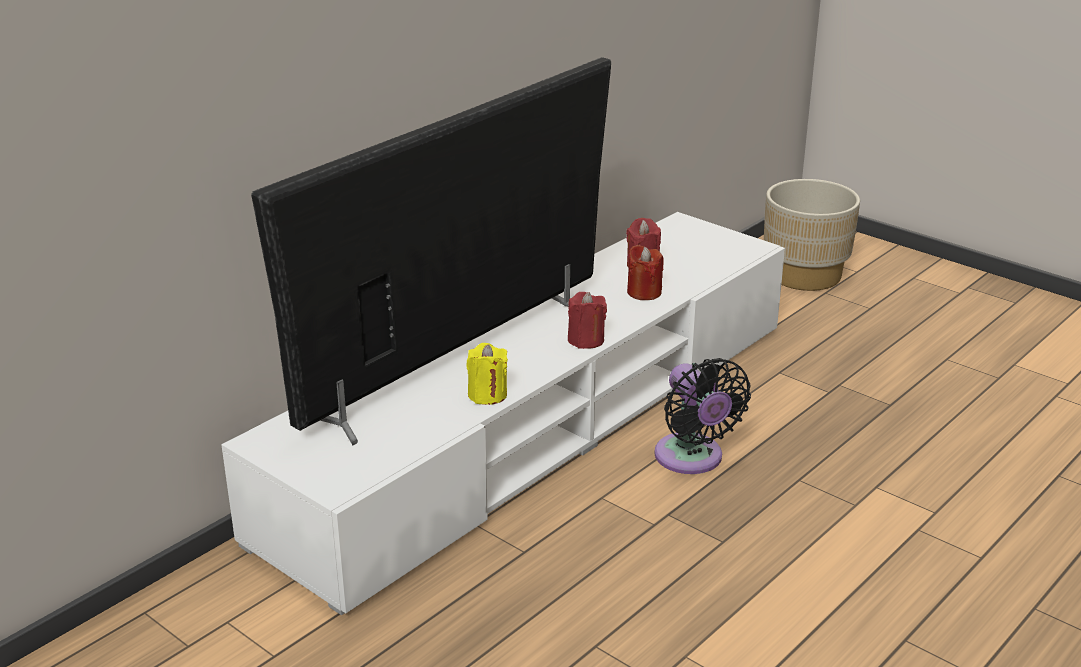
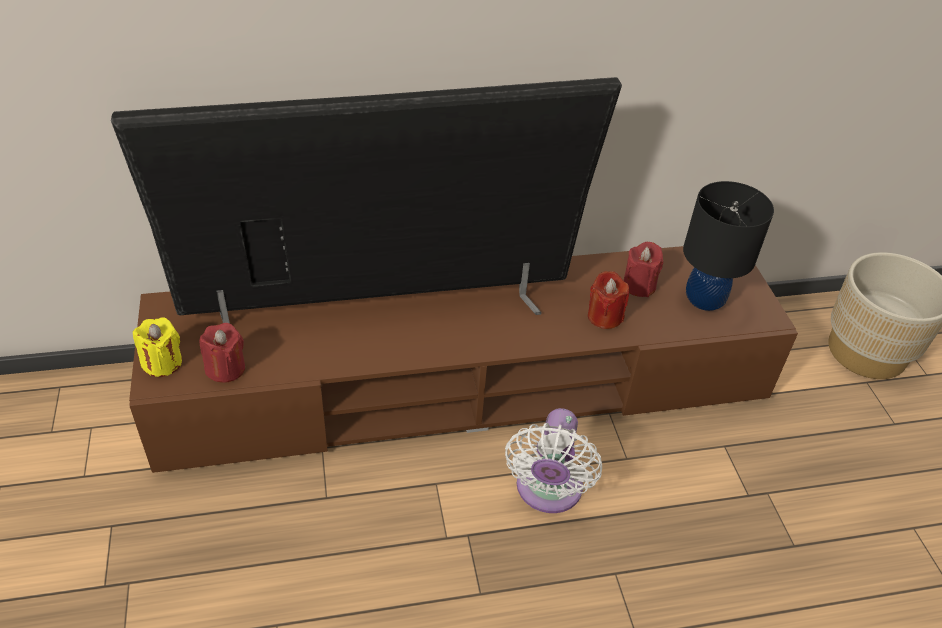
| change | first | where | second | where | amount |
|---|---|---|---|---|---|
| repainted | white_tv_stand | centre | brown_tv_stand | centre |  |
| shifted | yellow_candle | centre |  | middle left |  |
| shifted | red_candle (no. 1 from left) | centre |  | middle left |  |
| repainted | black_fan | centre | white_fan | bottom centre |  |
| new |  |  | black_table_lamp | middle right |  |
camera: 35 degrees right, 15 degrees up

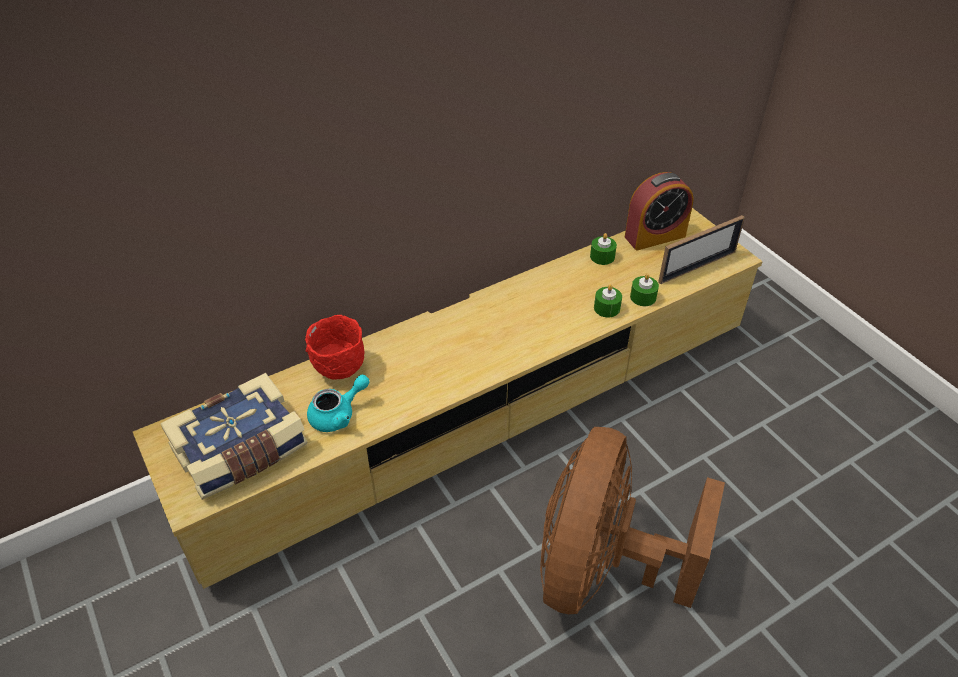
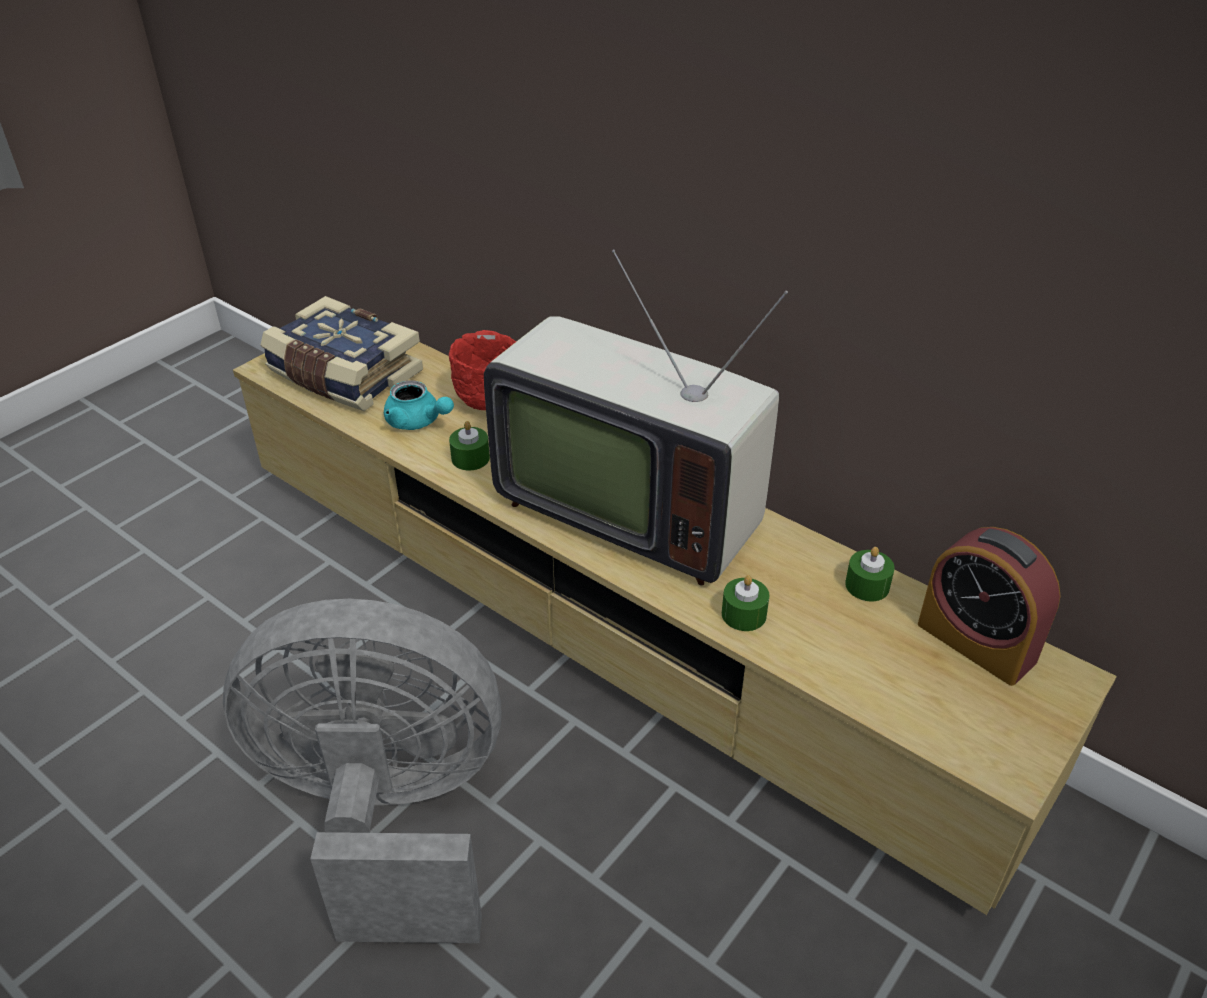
| change | first | where | second | where | amount |
|---|---|---|---|---|---|
| repainted | brown_fan | bottom centre | grey_fan | bottom left |  |
| shifted | green_candle (no. 3 from left in the first image) | middle right | green_candle (no. 1 from left) | centre |  |
| gone | picture_frame | middle right |  |  |  |
| new |  |  | television | centre |  |
camera: 70 degrees right, 5 degrees down

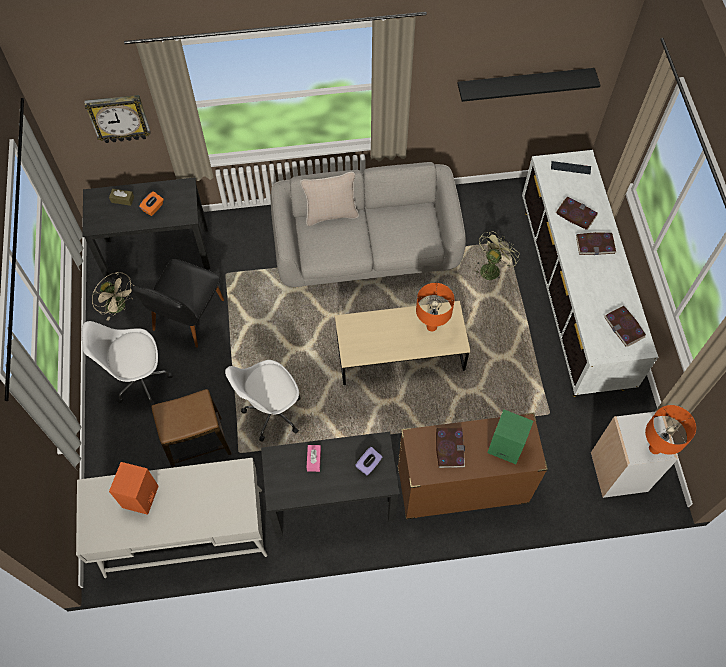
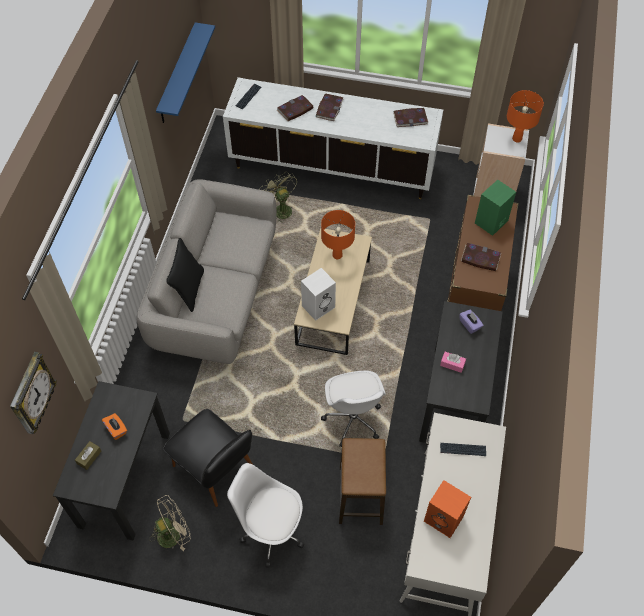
| change | first | where | second | where | amount |
|---|---|---|---|---|---|
| rotated | white_office_chair (no. 1 from left) | middle left |  | bottom centre | 105 degrees clockwise |
| repainted | beige_pillow | top centre | black_pillow | middle left |  |
| repainted | black_shelf | top right | blue_shelf | top left |  |
| new |  |  | white_speaker | centre |  |
| new |  |  | keyboard (no. 2 from left) | bottom right |  |
camera: 70 degrees left, 5 degrees down

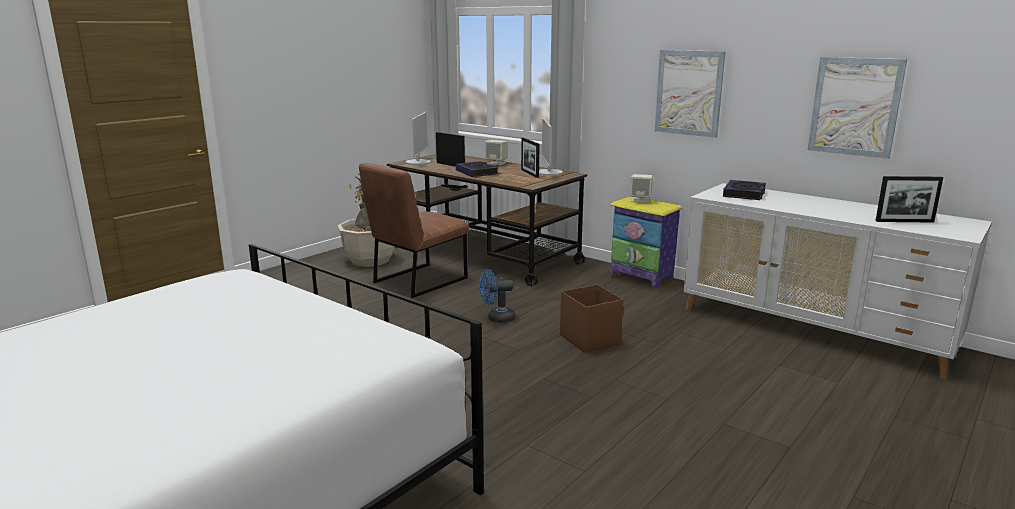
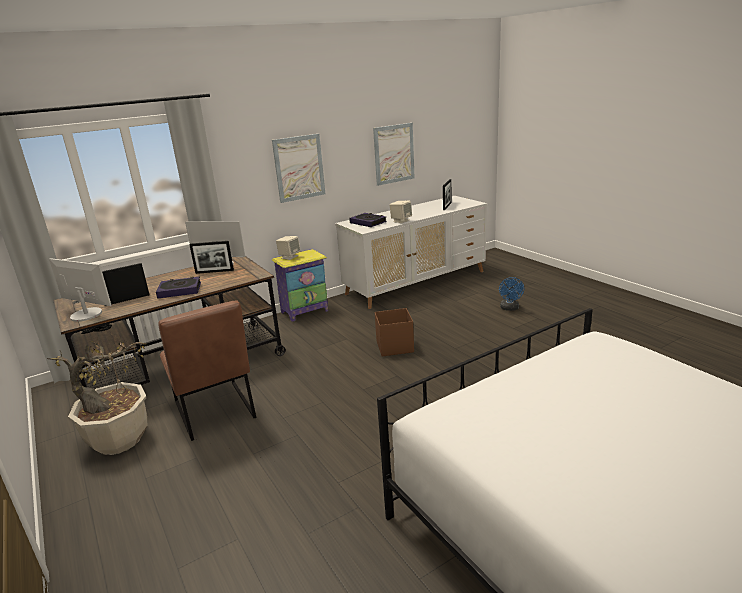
| change | first | where | second | where | amount |
|---|---|---|---|---|---|
| shifted | blue_fan | centre |  | middle right |  |
| shifted | beige_speaker (no. 1 from left in the first image) | top centre | beige_speaker (no. 2 from left) | centre |  |
camera: 70 degrees left, 5 degrees up

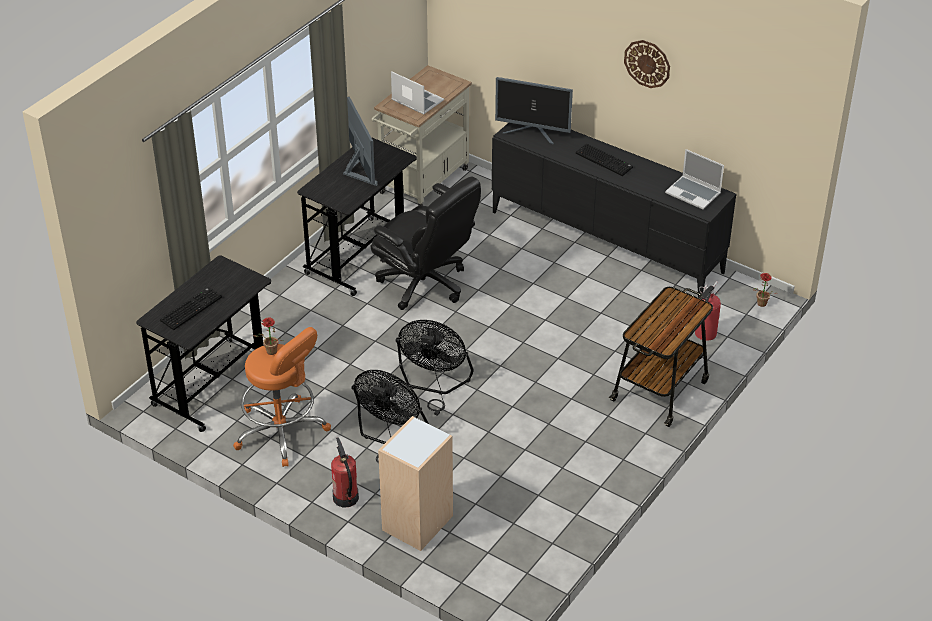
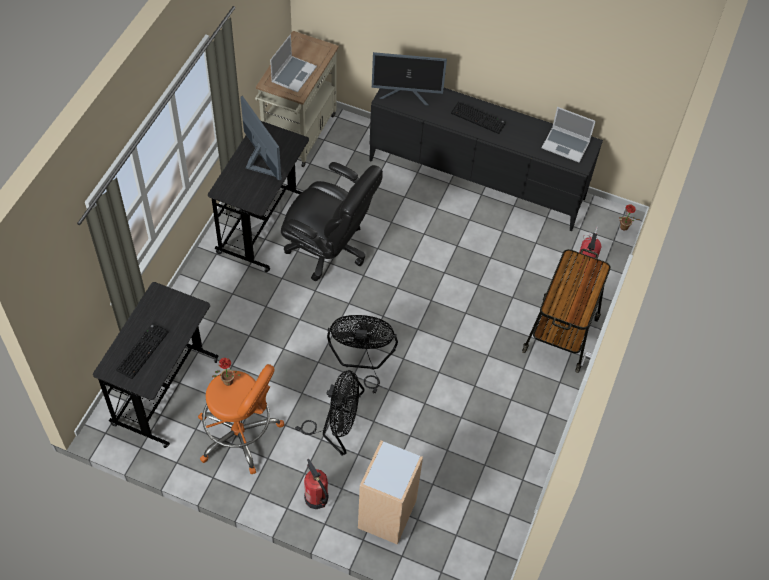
| change | first | where | second | where | amount |
|---|---|---|---|---|---|
| rotated | black_fan (no. 1 from left) | bottom centre |  | bottom centre | 90 degrees clockwise |
| rotated | laptop (no. 1 from left) | top centre |  | top centre | 90 degrees clockwise |
| gone | wall_clock | top right |  |  |  |
camera: 15 degrees left, 15 degrees up

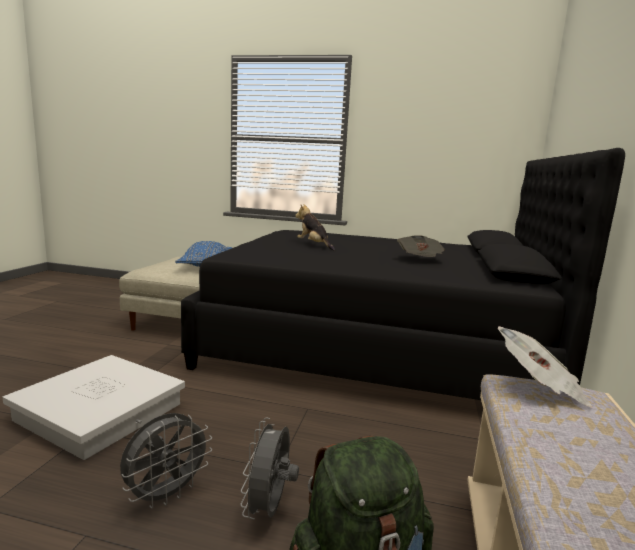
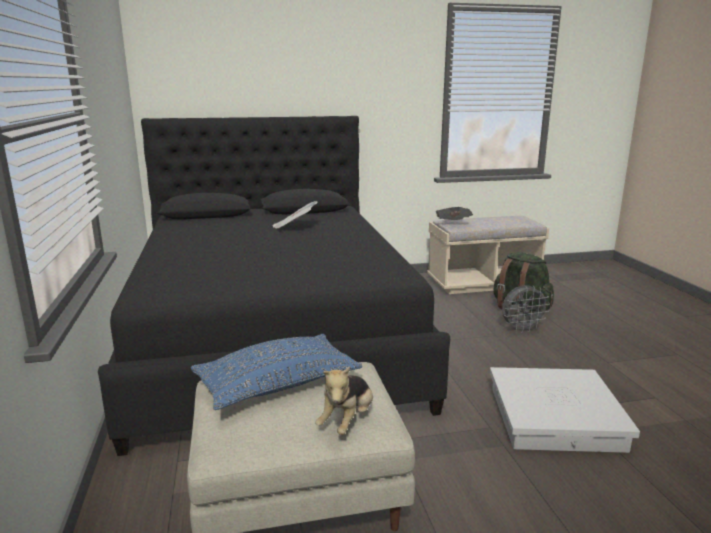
| change | first | where | second | where | amount |
|---|---|---|---|---|---|
| gone | grey_fan (no. 1 from left) | bottom left |  |  |  |
| shifted | plush_toy | centre |  | bottom centre |  |
camera: 115 degrees left, 5 degrees up

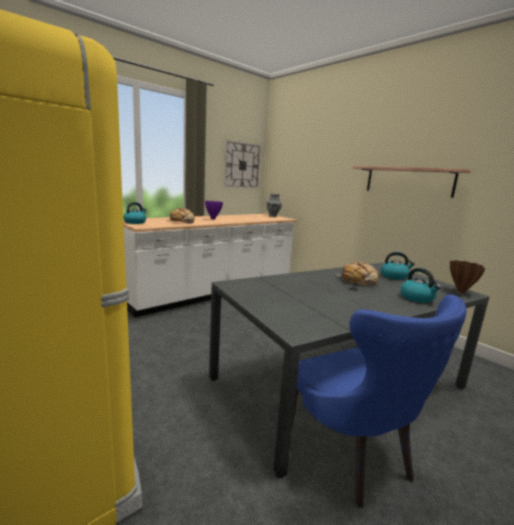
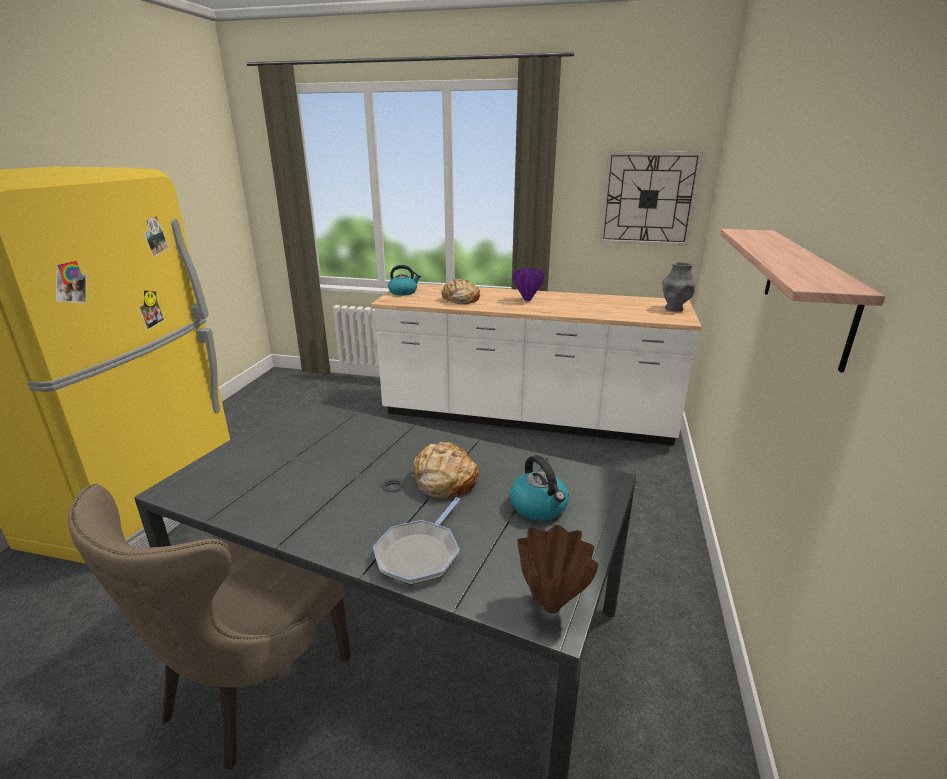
| change | first | where | second | where | amount |
|---|---|---|---|---|---|
| repainted | blue_chair | bottom right | beige_chair | bottom left |  |
| swapped | kettle (no. 3 from left) | middle right | frying_pan | bottom centre |  |
camera: 55 degrees right, 10 degrees up

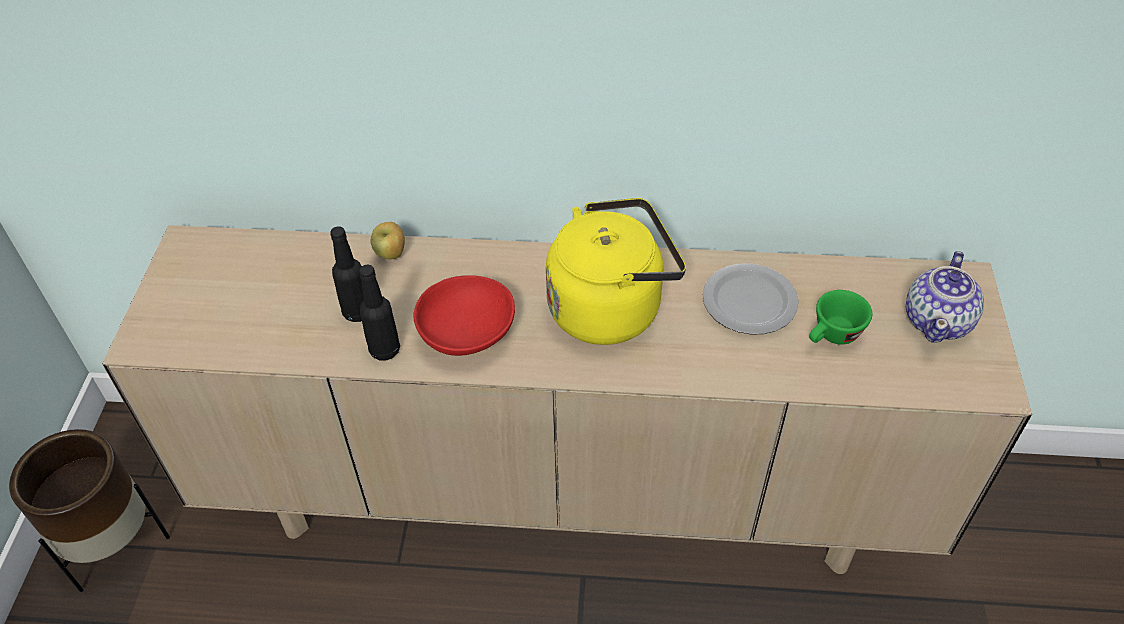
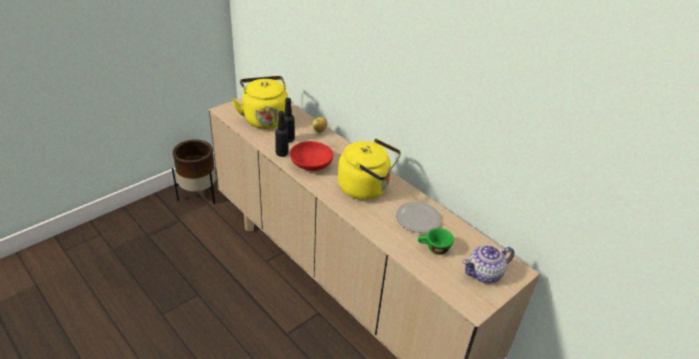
| change | first | where | second | where | amount |
|---|---|---|---|---|---|
| new |  |  | yellow_kettle (no. 1 from left) | top centre |  |
camera: 40 degrees right, 10 degrees down

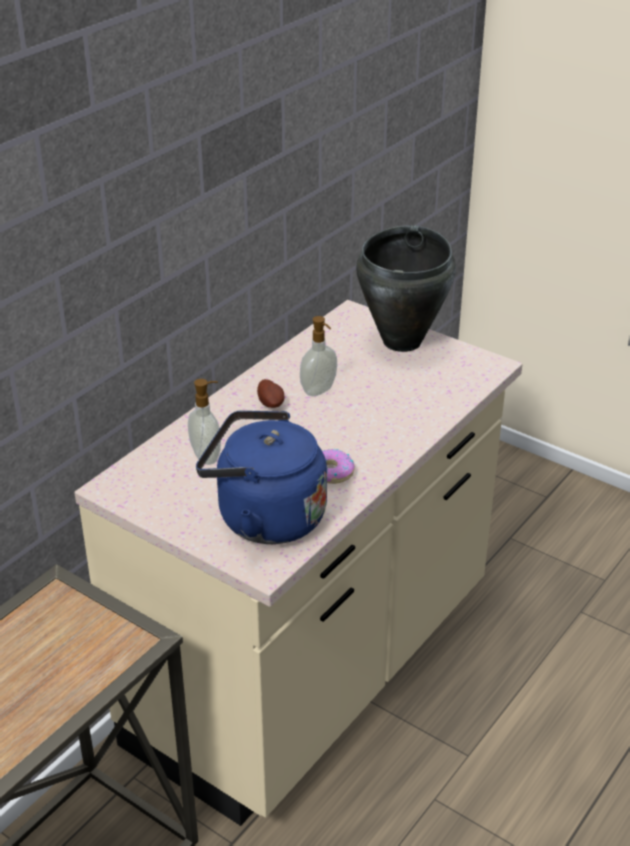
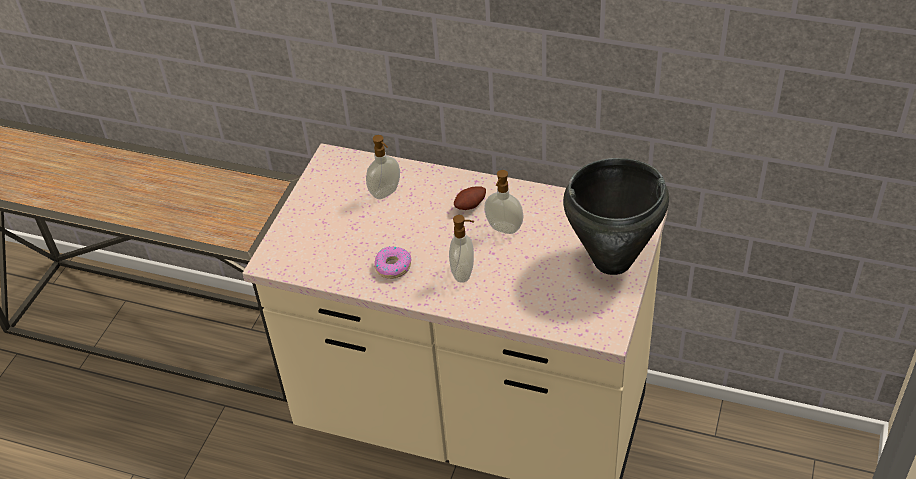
| change | first | where | second | where | amount |
|---|---|---|---|---|---|
| gone | blue_kettle | centre |  |  |  |
| new |  |  | soap_dispenser (no. 2 from left) | centre |  |
camera: 75 degrees right, 10 degrees up

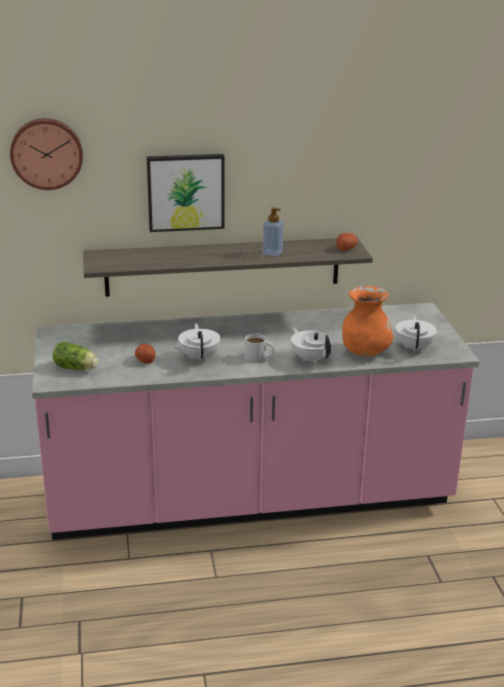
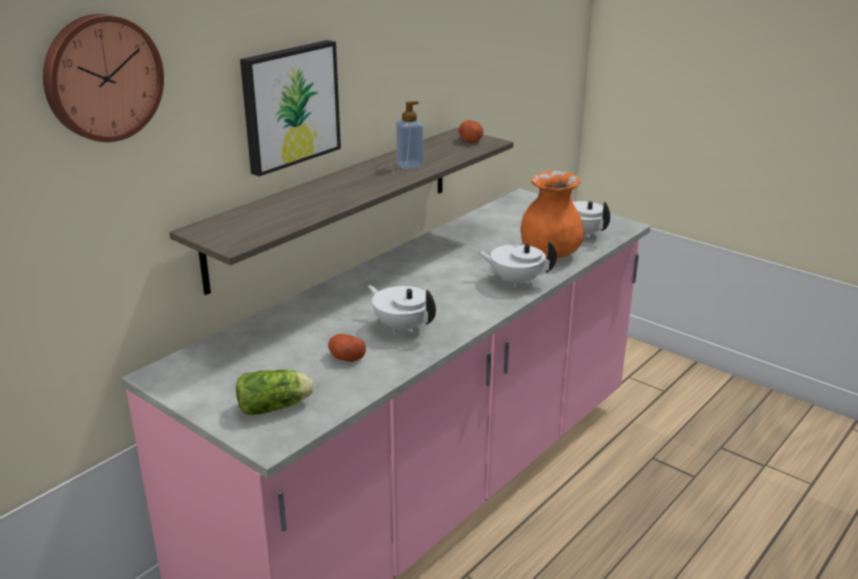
| change | first | where | second | where | amount |
|---|---|---|---|---|---|
| gone | white_mug | centre |  |  |  |
camera: 40 degrees left, 0 degrees up

